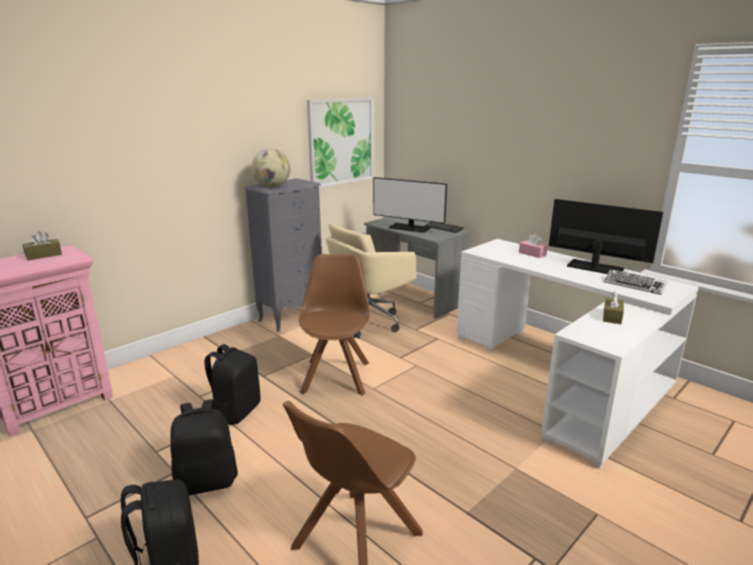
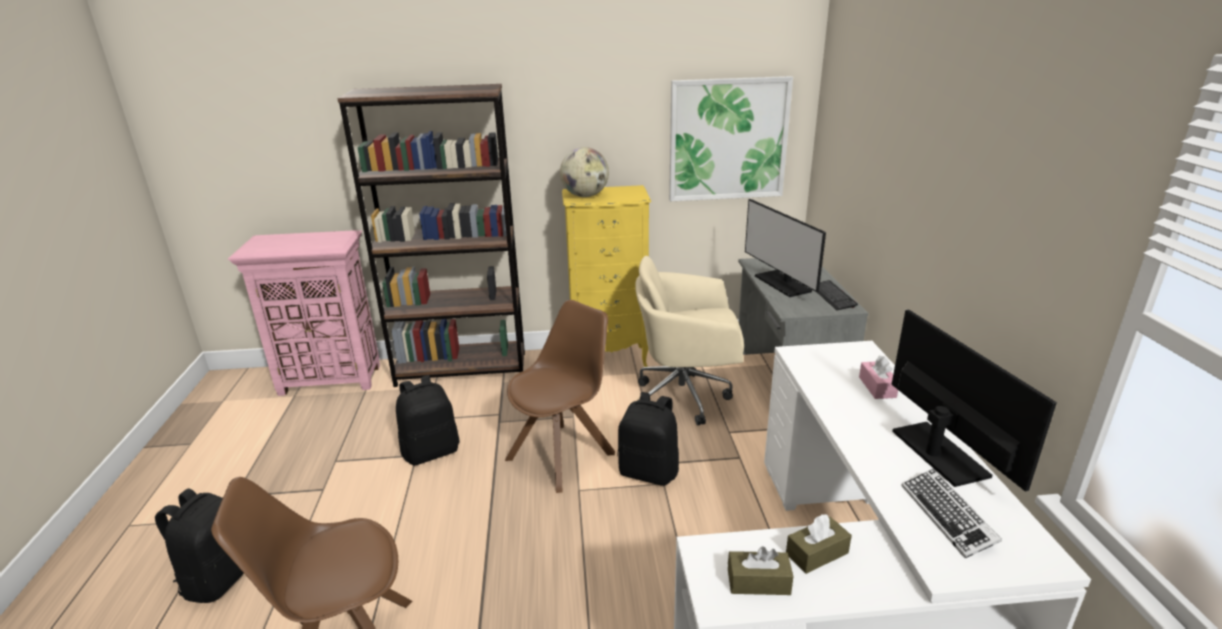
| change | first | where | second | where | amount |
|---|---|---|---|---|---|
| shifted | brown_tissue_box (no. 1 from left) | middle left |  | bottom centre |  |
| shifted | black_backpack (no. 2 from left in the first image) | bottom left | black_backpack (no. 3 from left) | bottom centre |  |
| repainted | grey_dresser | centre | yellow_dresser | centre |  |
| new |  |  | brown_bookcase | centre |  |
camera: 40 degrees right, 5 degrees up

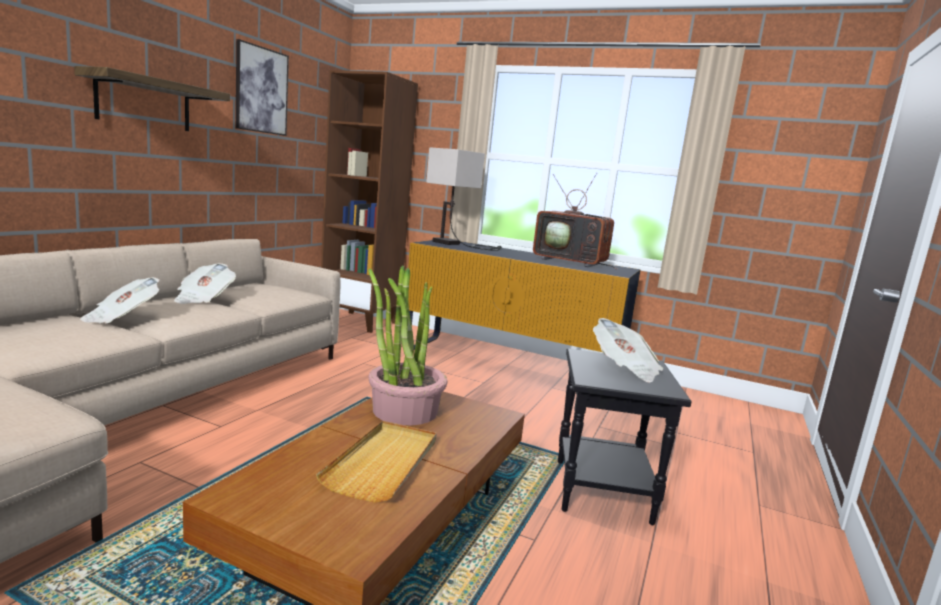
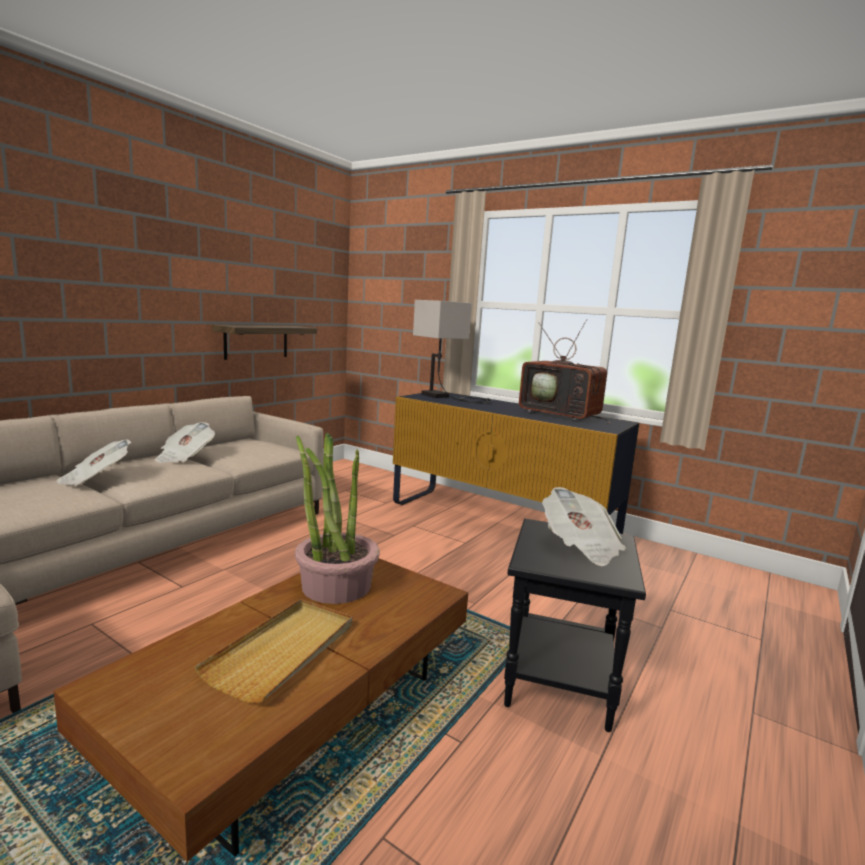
| change | first | where | second | where | amount |
|---|---|---|---|---|---|
| shifted | shelf | top left |  | middle left |  |
| gone | picture | top left |  |  |  |
| gone | brown_bookcase | top centre |  |  |  |
camera: 10 degrees right, 0 degrees up

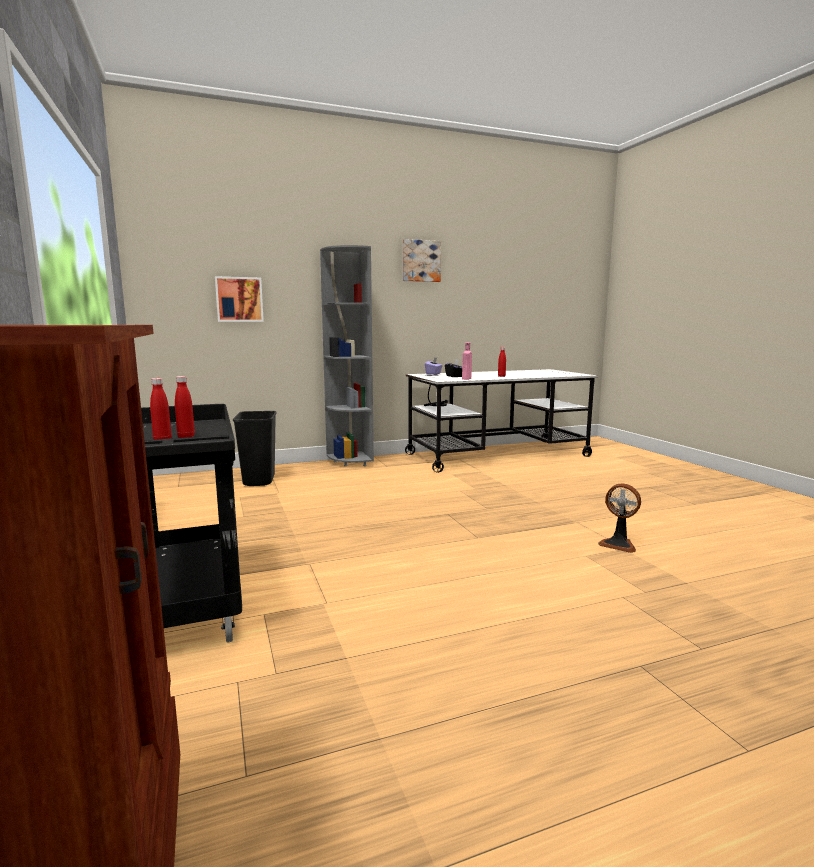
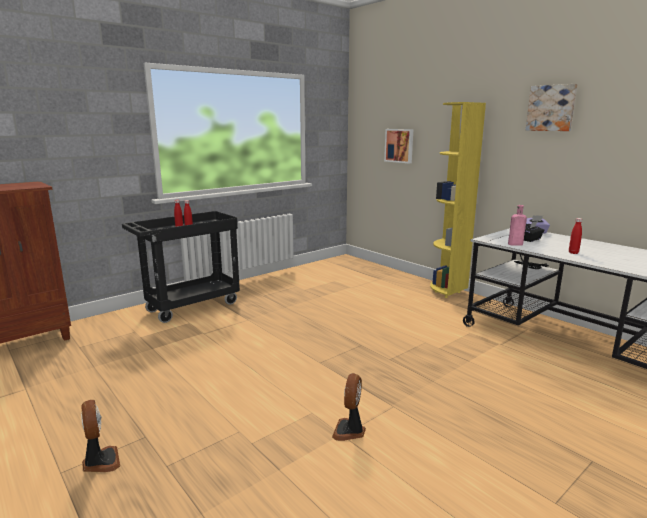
| change | first | where | second | where | amount |
|---|---|---|---|---|---|
| gone | black_trash_can | middle left |  |  |  |
| repainted | grey_bookcase | centre | yellow_bookcase | middle right |  |
| new |  |  | fan (no. 1 from left) | bottom left |  |
camera: 70 degrees right, 5 degrees up

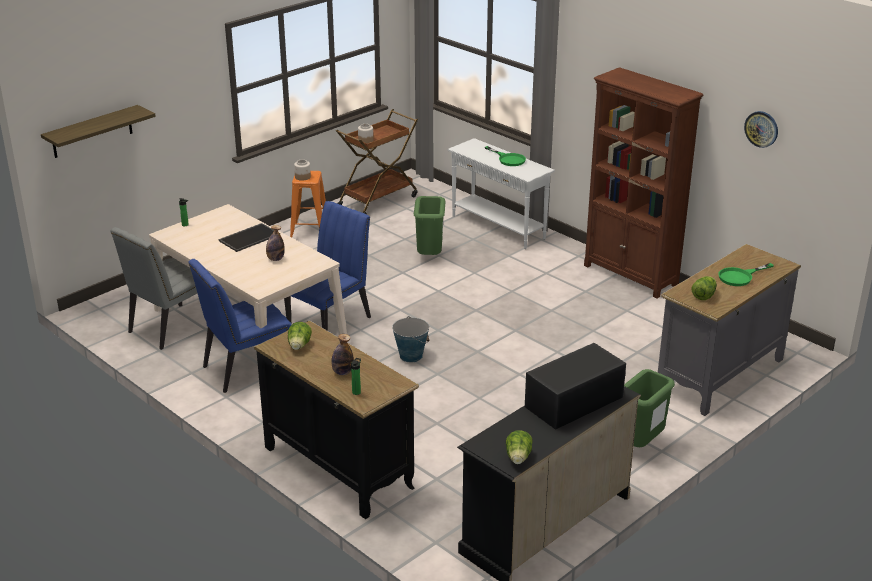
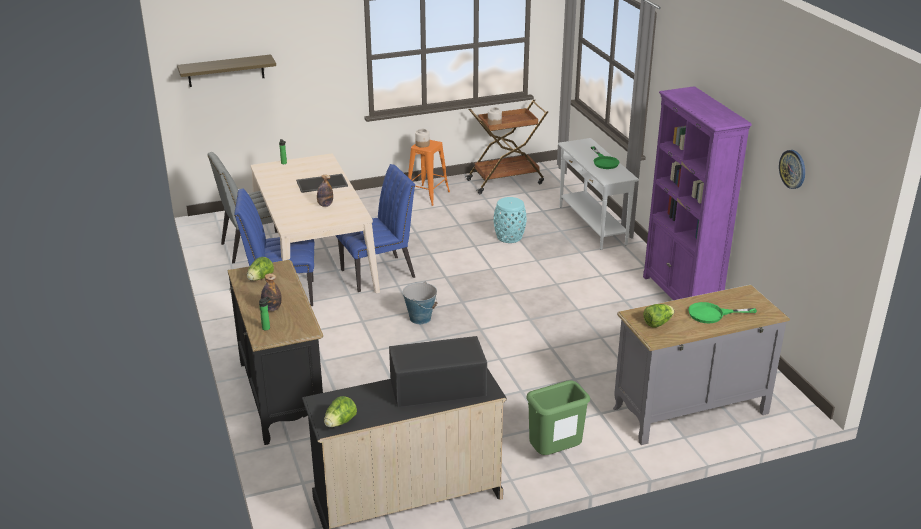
| change | first | where | second | where | amount |
|---|---|---|---|---|---|
| swapped | green_trash_can (no. 1 from left) | centre | turquoise_stool | centre |  |
| repainted | brown_bookcase | top right | purple_bookcase | middle right |  |
camera: 25 degrees right, 0 degrees up

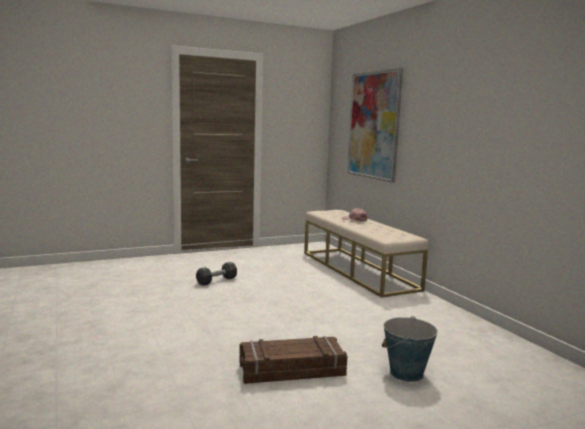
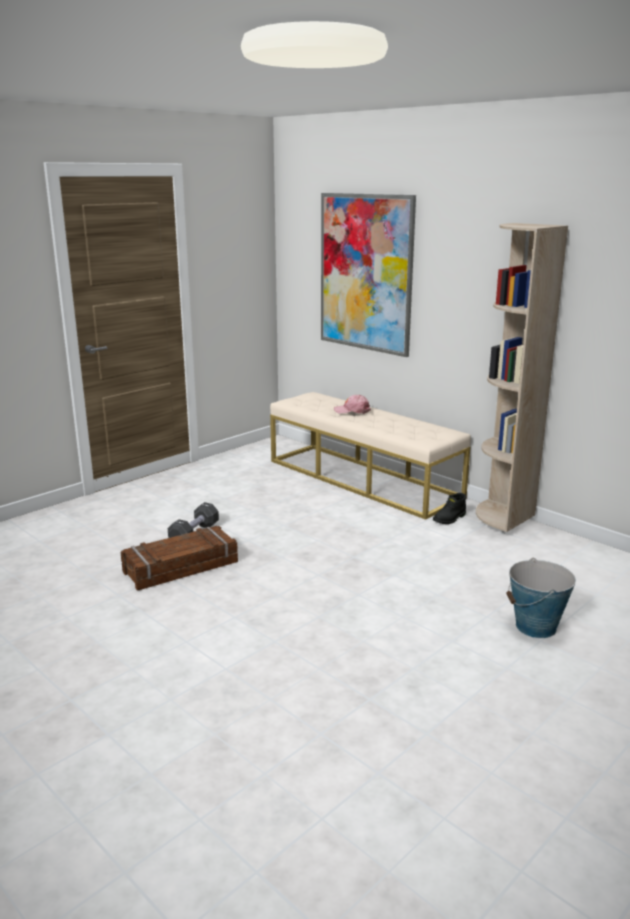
| change | first | where | second | where | amount |
|---|---|---|---|---|---|
| shifted | crate | bottom centre |  | middle left |  |
| new |  |  | black_boot | middle right |  |
| new |  |  | beige_bookcase | middle right |  |
camera: 20 degrees left, 10 degrees up

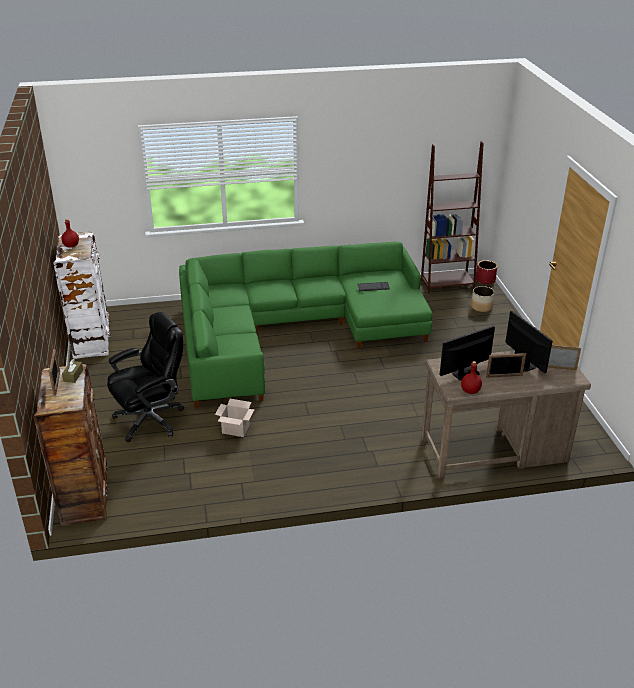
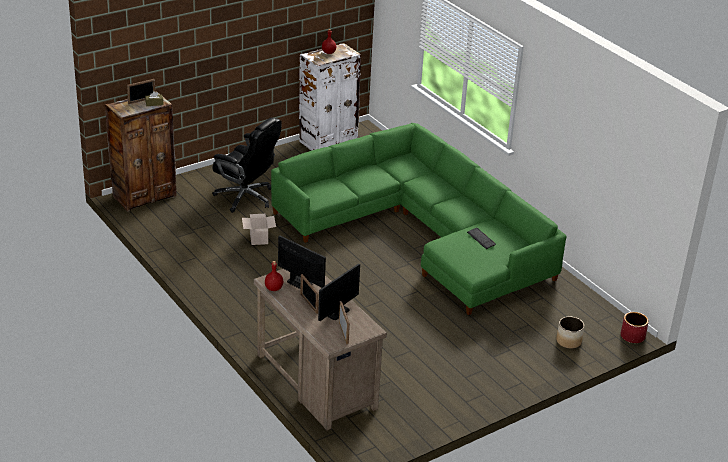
| change | first | where | second | where | amount |
|---|---|---|---|---|---|
| gone | brown_bookcase | top right |  |  |  |
camera: 65 degrees right, 0 degrees up

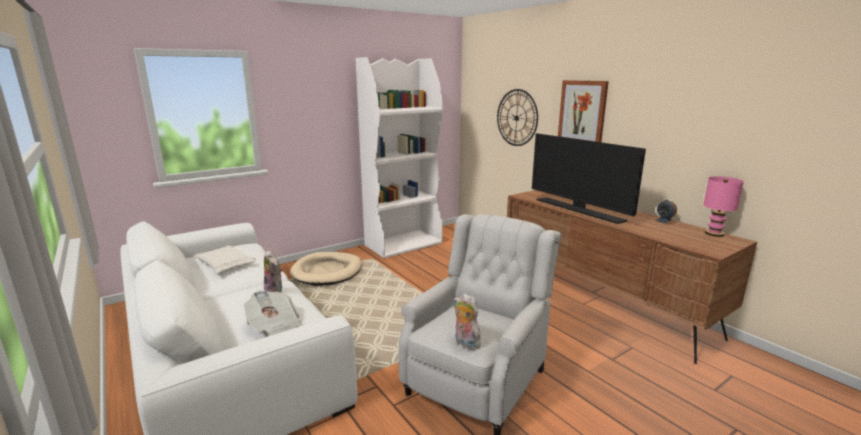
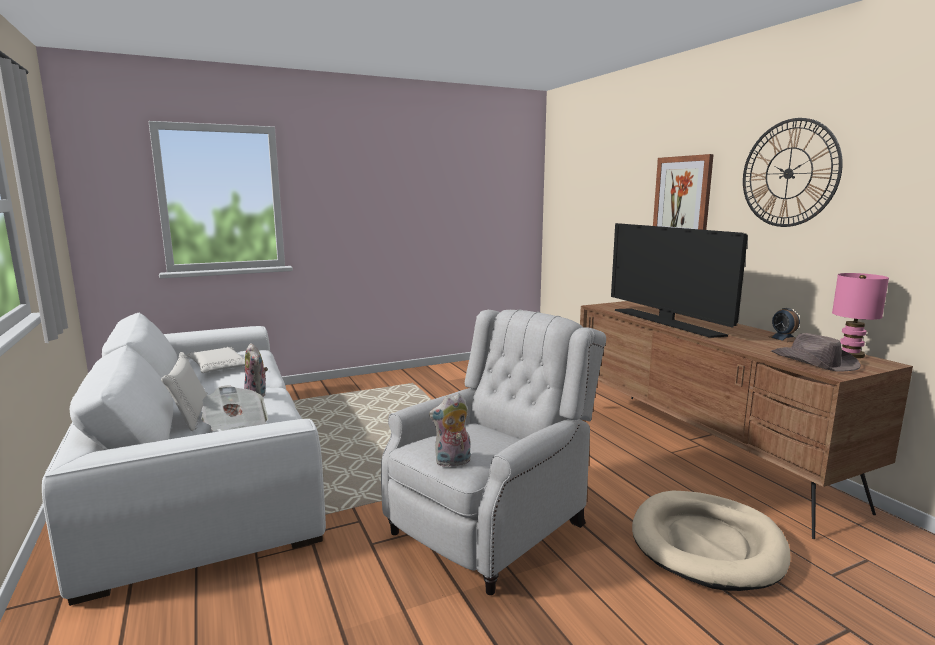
| change | first | where | second | where | amount |
|---|---|---|---|---|---|
| shifted | beige_dog_bed | centre |  | bottom right |  |
| gone | white_bookcase | centre |  |  |  |
| rotated | plush_toy (no. 2 from left) | bottom centre |  | bottom centre | 75 degrees counterclockwise |
| shifted | wall_clock | top centre |  | top right |  |
| new |  |  | white_pillow (no. 1 from left) | middle left |  |
| new |  |  | brown_hat | middle right |  |
camera: 10 degrees right, 5 degrees down

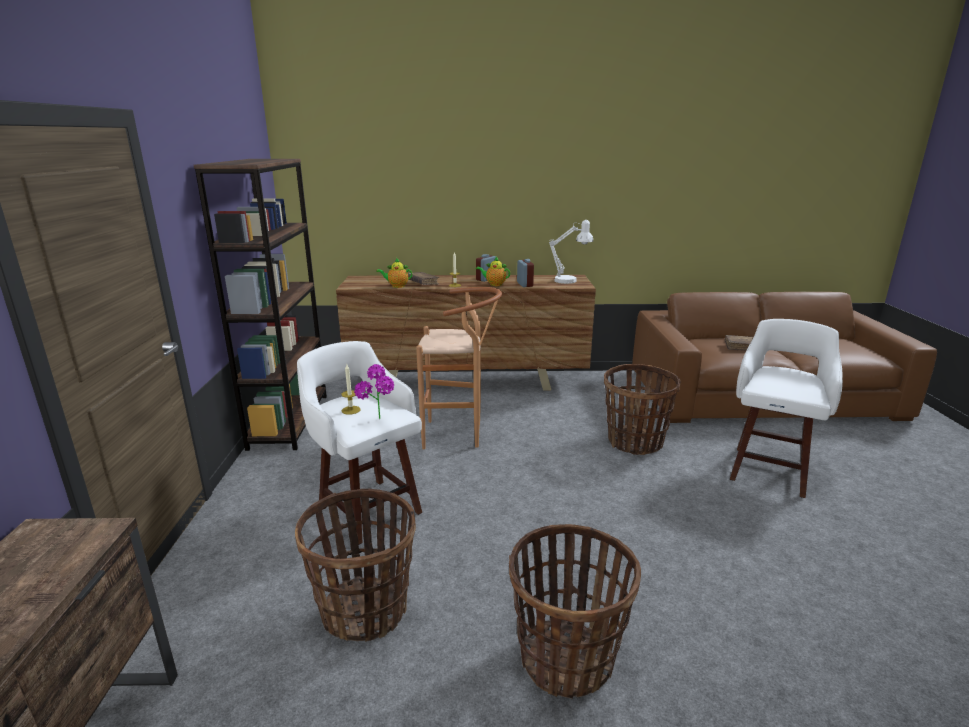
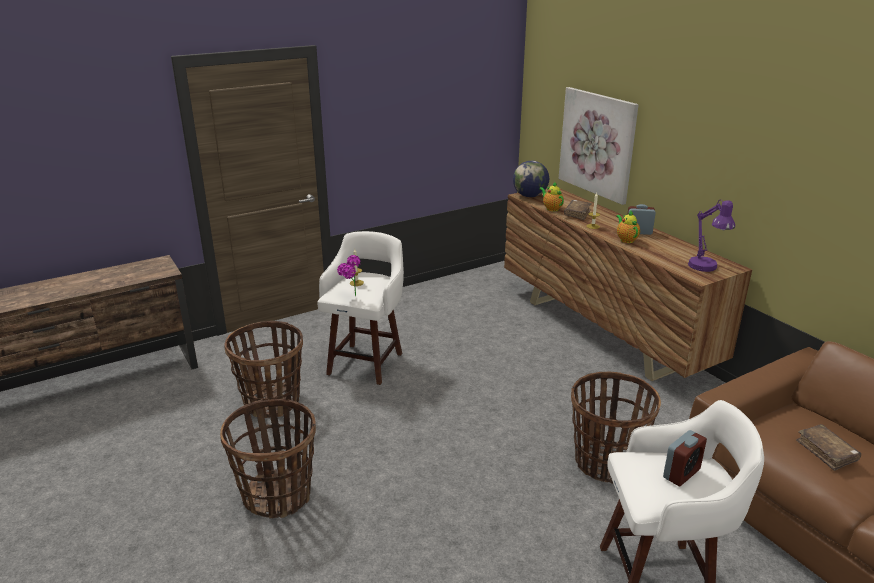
| change | first | where | second | where | amount |
|---|---|---|---|---|---|
| gone | brown_bookcase | middle left |  |  |  |
| gone | brown_stool | centre |  |  |  |
| shifted | alarm_clock (no. 2 from left) | centre |  | bottom right |  |
| repainted | white_table_lamp | centre | purple_table_lamp | middle right |  |
| new |  |  | globe | top centre |  |
| new |  |  | picture | top right |  |
camera: 60 degrees right, 5 degrees up

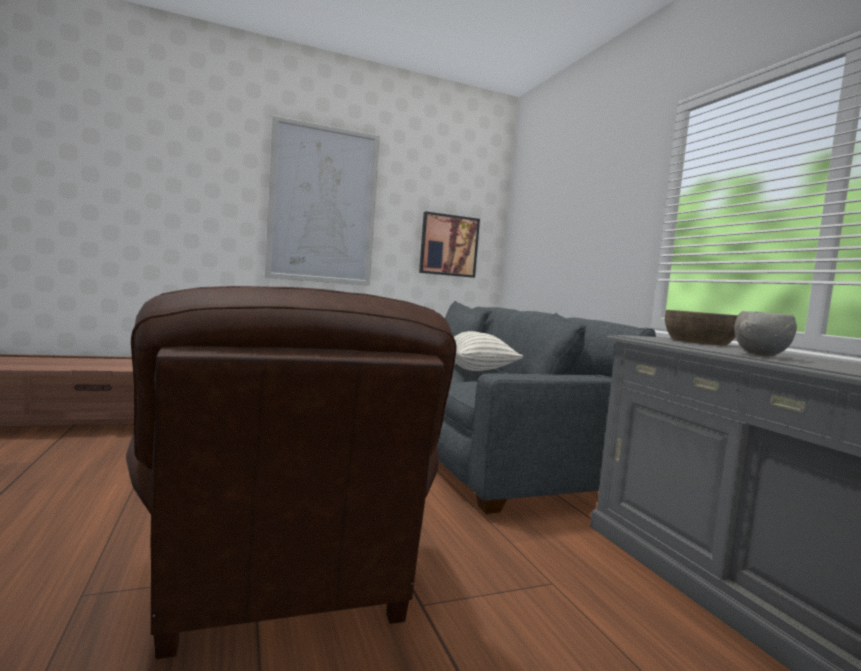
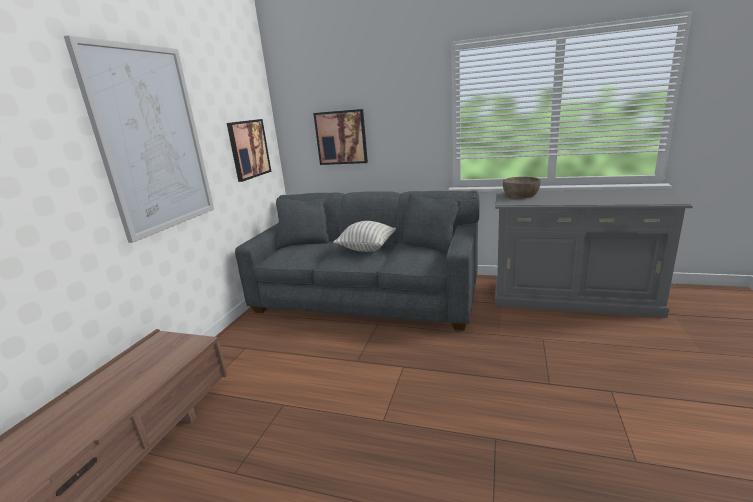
| change | first | where | second | where | amount |
|---|---|---|---|---|---|
| gone | brown_armchair | bottom centre |  |  |  |
| gone | grey_bowl | middle right |  |  |  |
| new |  |  | picture (no. 3 from left) | top centre |  |
camera: 50 degrees left, 15 degrees up

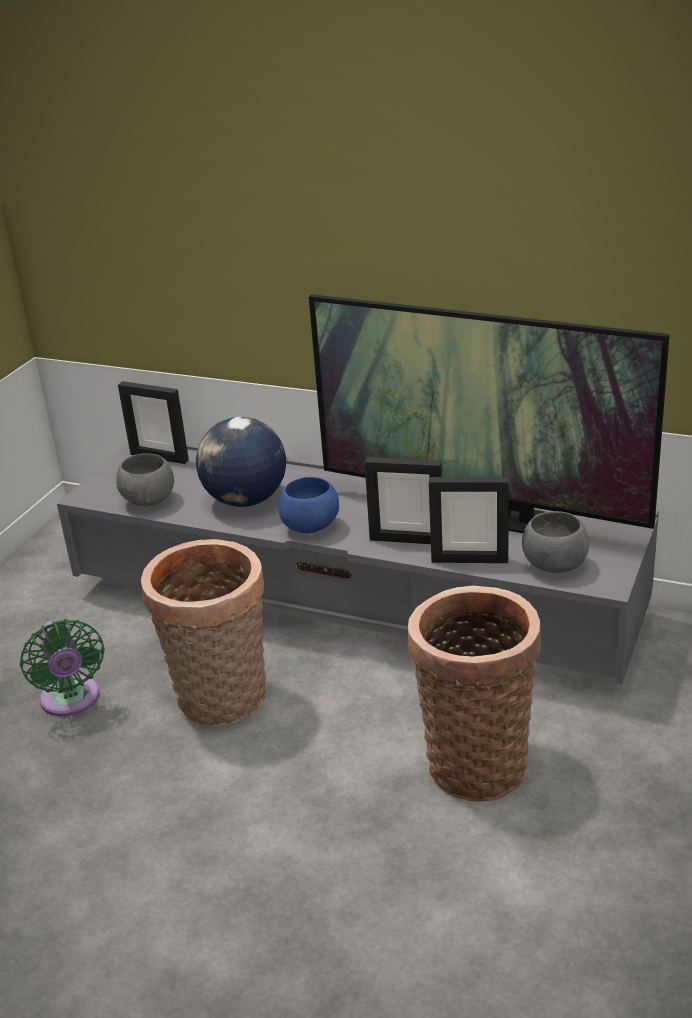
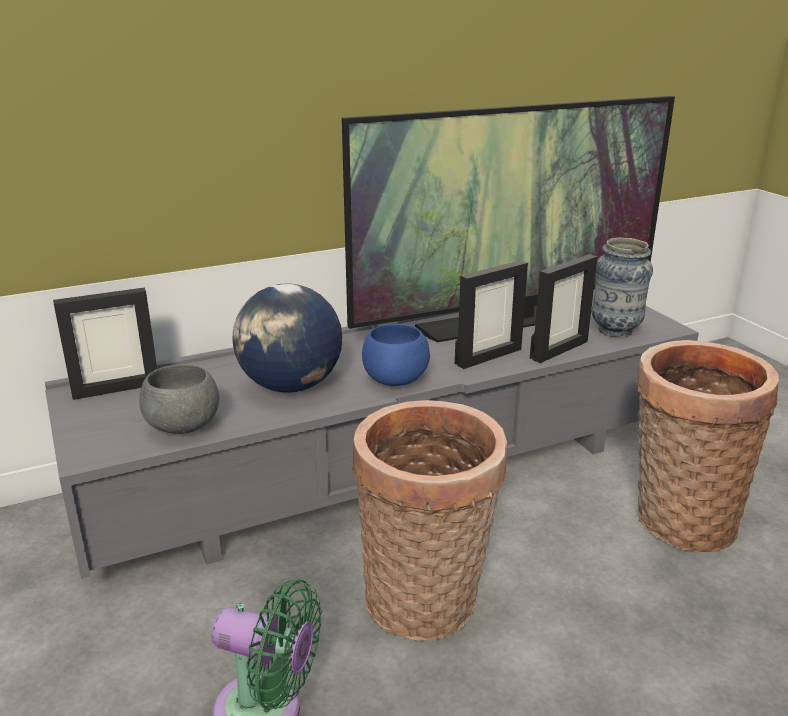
| change | first | where | second | where | amount |
|---|---|---|---|---|---|
| swapped | grey_bowl (no. 2 from left) | middle right | vase | middle right |  |
camera: 50 degrees left, 5 degrees down

